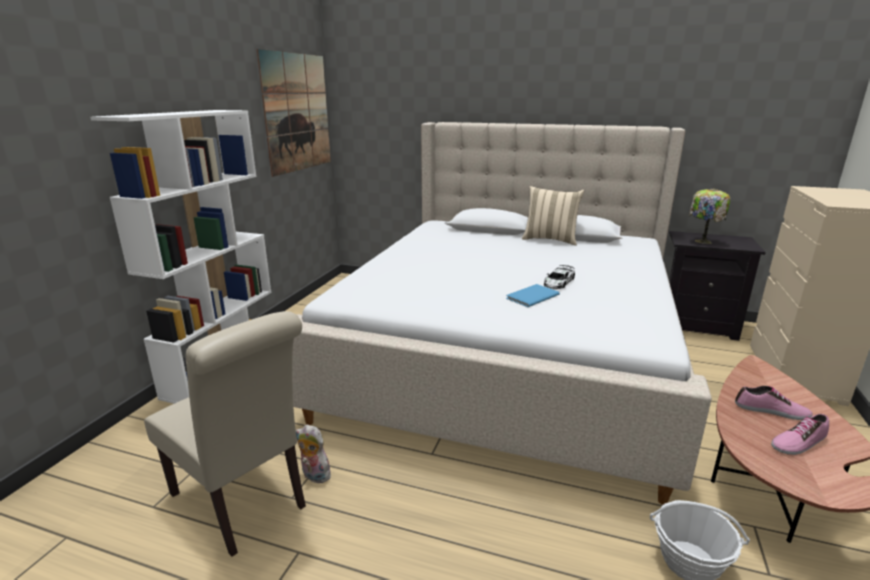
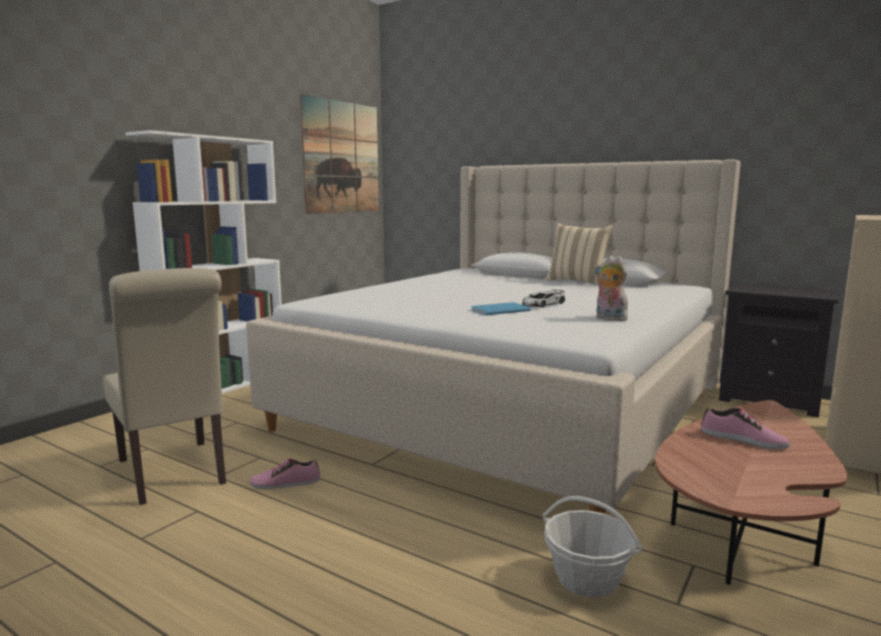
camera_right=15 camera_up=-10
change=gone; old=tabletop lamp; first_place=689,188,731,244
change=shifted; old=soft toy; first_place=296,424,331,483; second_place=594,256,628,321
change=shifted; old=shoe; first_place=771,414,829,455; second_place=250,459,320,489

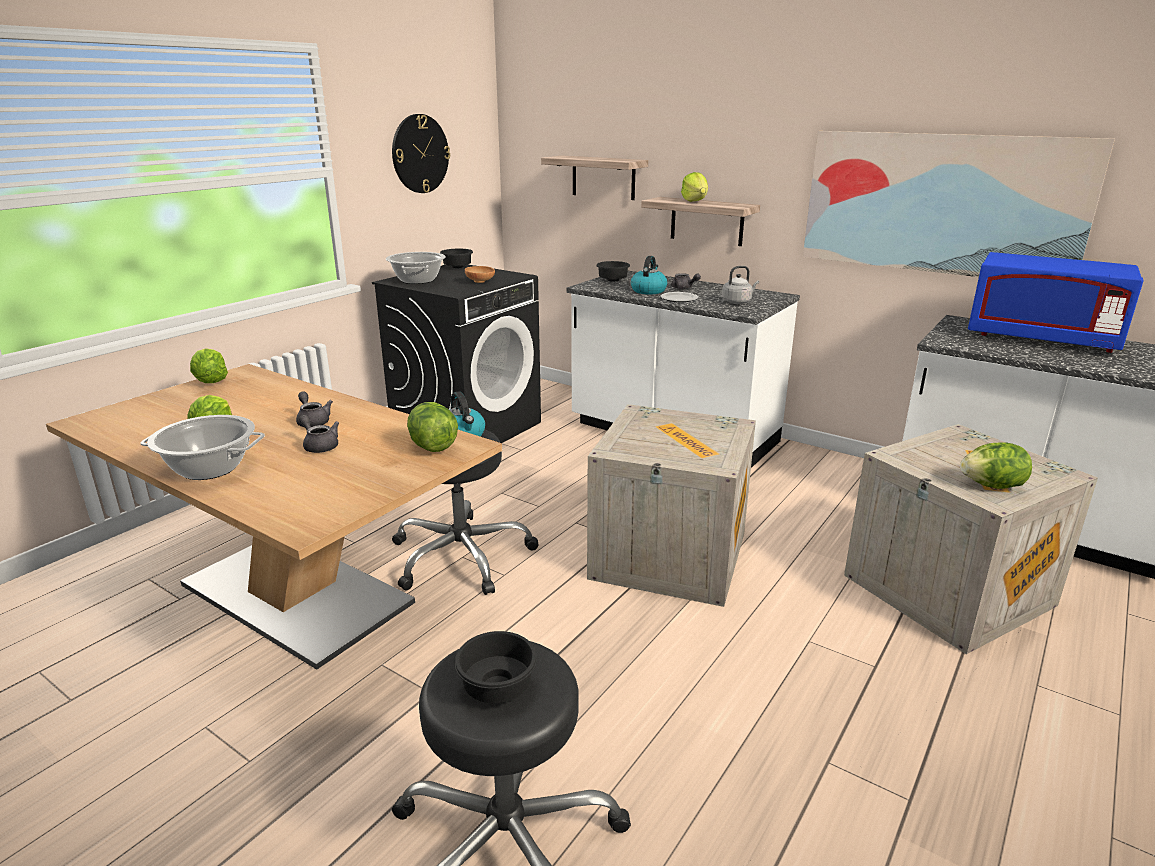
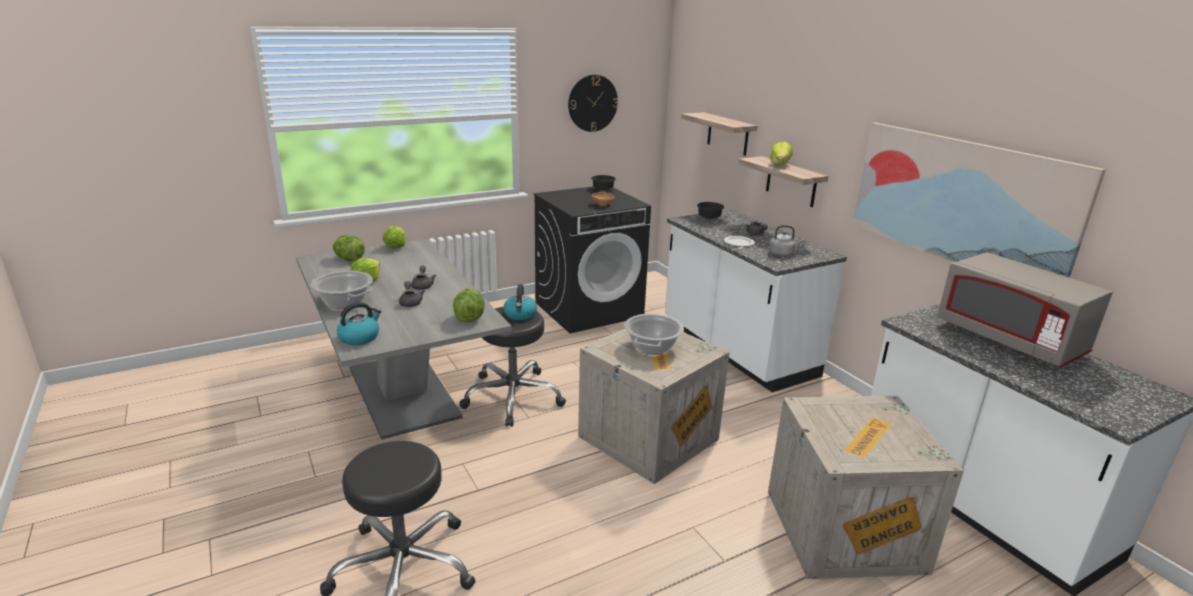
camera_right=25 camera_up=0
change=gone; old=black-coloured serving bowl; first_place=455,631,537,703
change=shifted; old=cooking pot; first_place=386,252,446,284; second_place=624,314,684,355
change=shifted; old=kettle; first_place=631,256,668,294; second_place=337,302,381,345
change=shifted; old=head of lettuce; first_place=960,442,1032,489; second_place=332,235,365,261
change=repainted; old=brownish dining table; new=greyish dining table; first_place=46,364,502,670; second_place=296,239,512,440
change=repainted; old=bluish microwave oven; new=greyish microwave oven; first_place=968,252,1144,353; second_place=937,252,1112,367

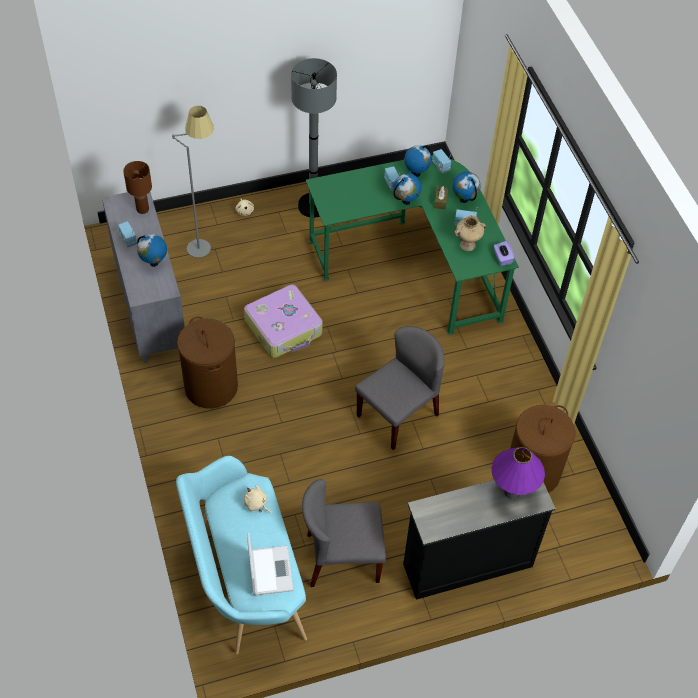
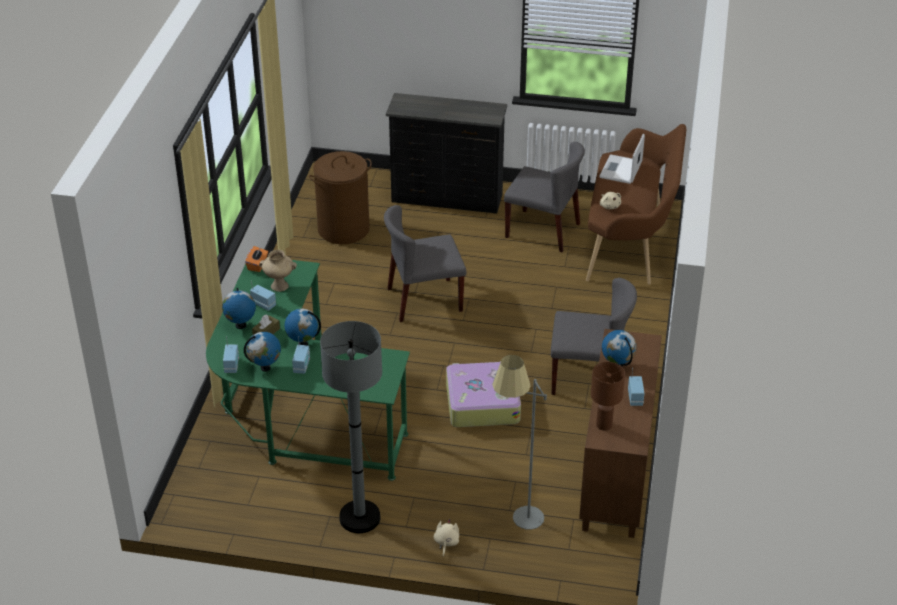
camera_right=-150 camera_up=-15
change=gone; old=purple-coloured tabletop lamp; first_place=491,447,545,500
change=swapped; old=brownish laundry basket; new=greyish chair; first_place=177,316,238,409; second_place=551,278,637,395
change=repainted; old=greyish cabinet; new=brownish cabinet; first_place=102,192,185,363; second_place=579,329,662,538
change=repainted; old=turquoise bench; new=brownish bench; first_place=176,456,307,655; second_place=586,124,686,284
change=repainted; old=purple-coloured box of tissues; new=orange box of tissues; first_place=494,241,515,266; second_place=245,246,268,272

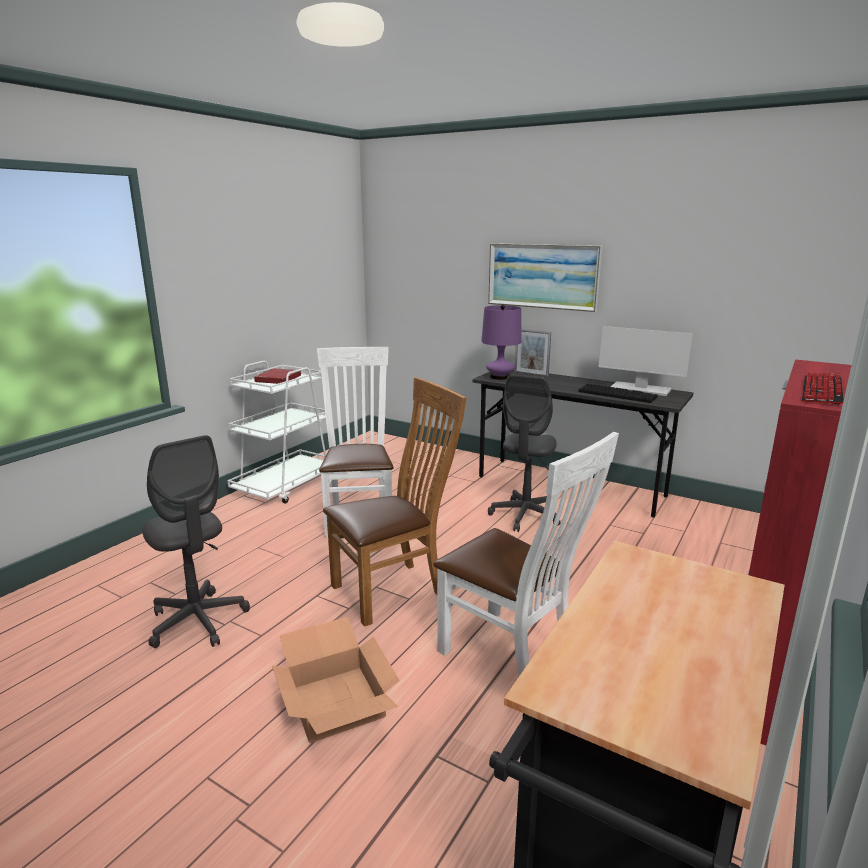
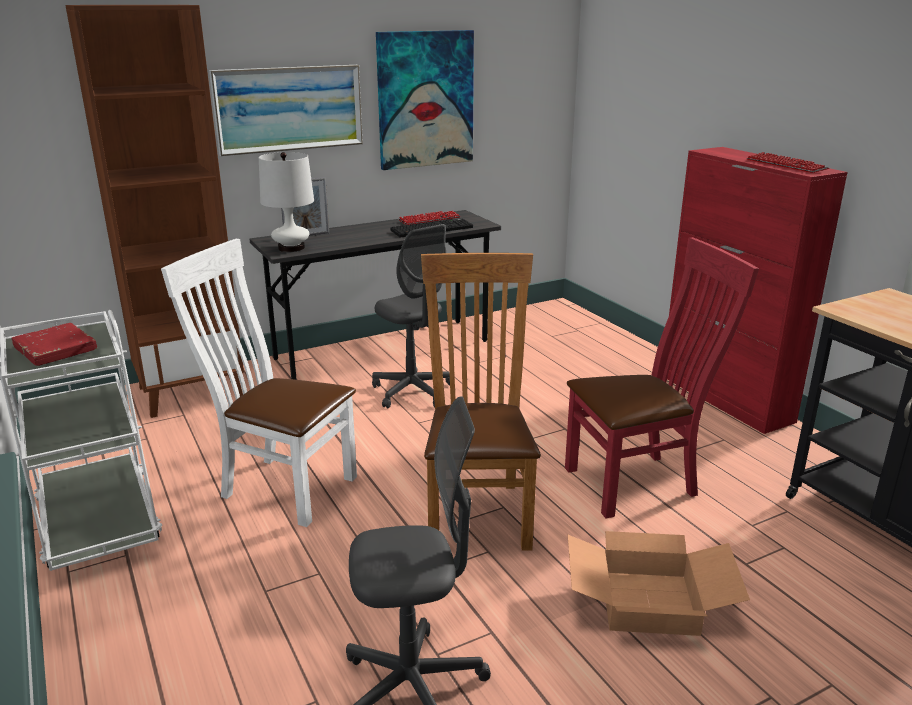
camera_right=-60 camera_up=5
change=new; new=brownish shelving unit; second_place=65,5,244,418
change=new; new=picture; second_place=376,30,474,170
change=swapped; old=computer display; new=computer keyboard; first_place=599,326,693,396; second_place=398,211,460,225
change=repainted; old=white chair; new=reddish chair; first_place=433,432,619,677; second_place=565,237,759,518
change=repainted; old=purple-coloured tabletop lamp; new=white tabletop lamp; first_place=481,305,522,380; second_place=259,152,314,252

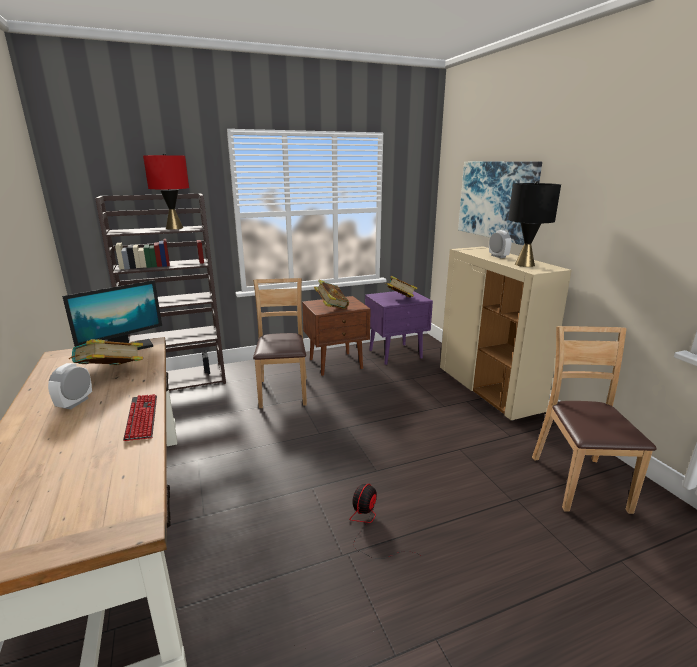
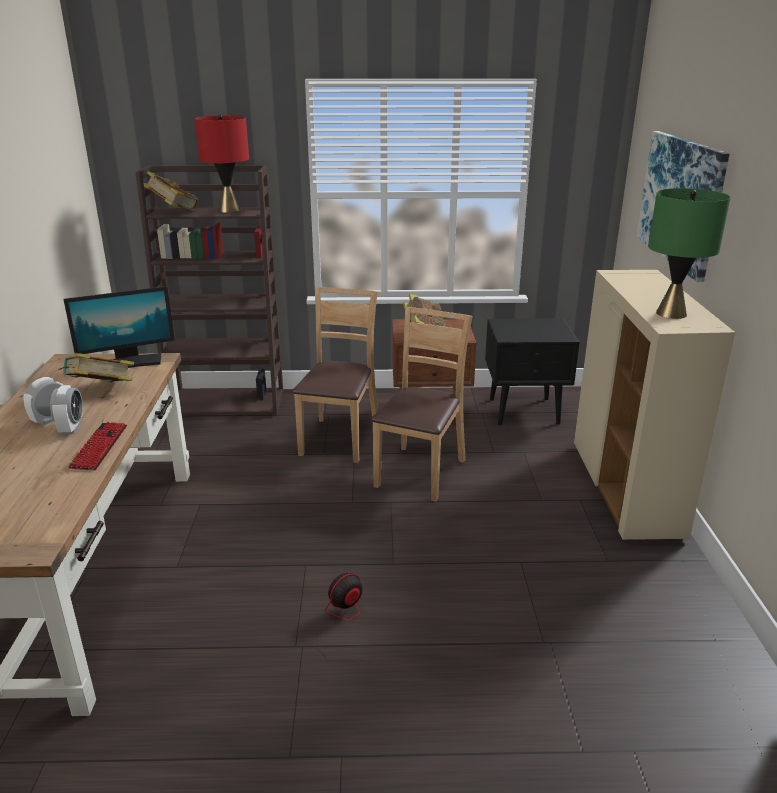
camera_right=20 camera_up=5
change=shifted; old=book; first_place=385,276,417,298; second_place=143,171,199,211
change=shifted; old=bedside clock; first_place=489,230,512,258; second_place=50,385,83,434
change=shifted; old=brownish chair; first_place=532,326,657,514; second_place=371,307,473,502
change=repainted; old=purple-coloured night table; new=black-coloured night table; first_place=365,291,433,365; second_place=485,318,580,425
change=repainted; old=black-coloured tabletop lamp; new=green-coloured tabletop lamp; first_place=508,181,561,267; second_place=648,188,731,319

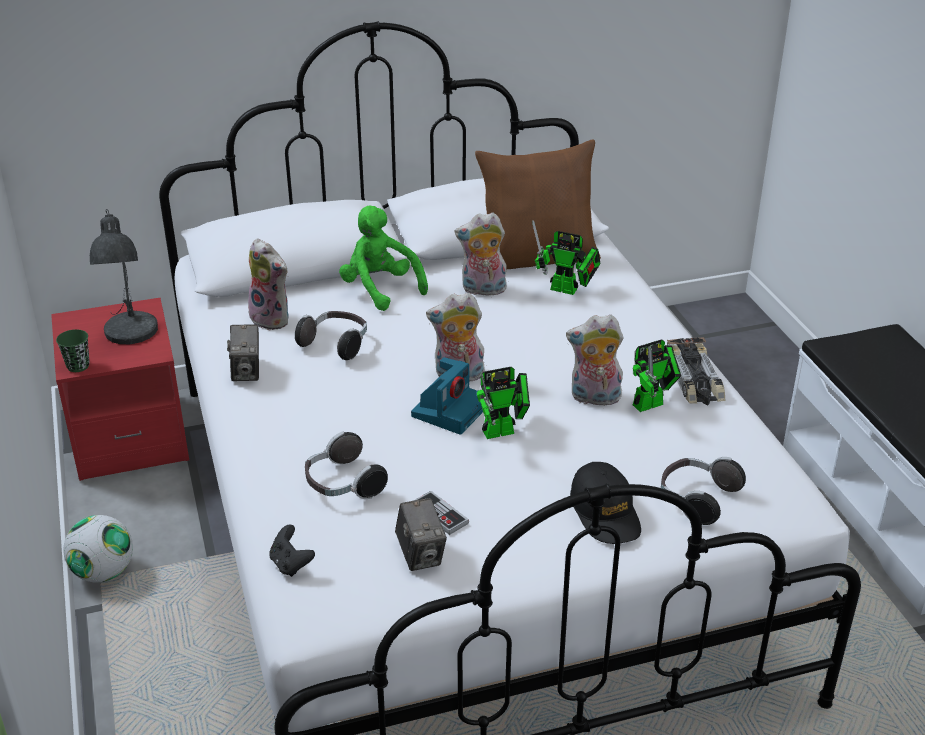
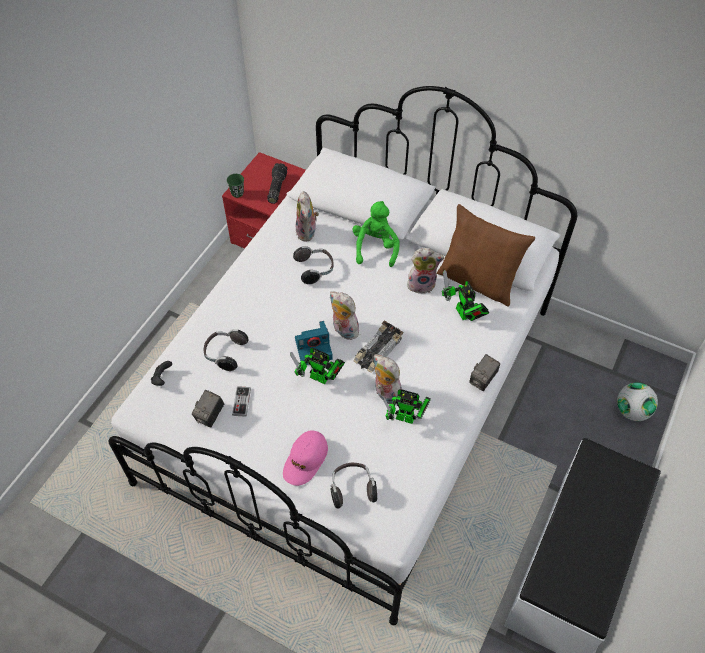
camera_right=45 camera_up=20
change=shifted; old=football ball; first_place=63,515,133,583; second_place=617,382,658,421
change=shifted; old=still camera; first_place=227,325,259,381; second_place=469,354,500,391
change=shifted; old=miniature car; first_place=667,337,726,405; second_place=353,320,403,373
change=swapped; old=greyish tabletop lamp; new=hand torch; first_place=90,209,158,344; second_place=267,163,287,204
change=repainted; old=black-coloured peaked cap; new=pink peaked cap; first_place=570,462,641,544; second_place=283,431,328,486
change=rotated; old=soft toy; first_place=455,213,507,296; second_place=407,248,444,294; degrees=135

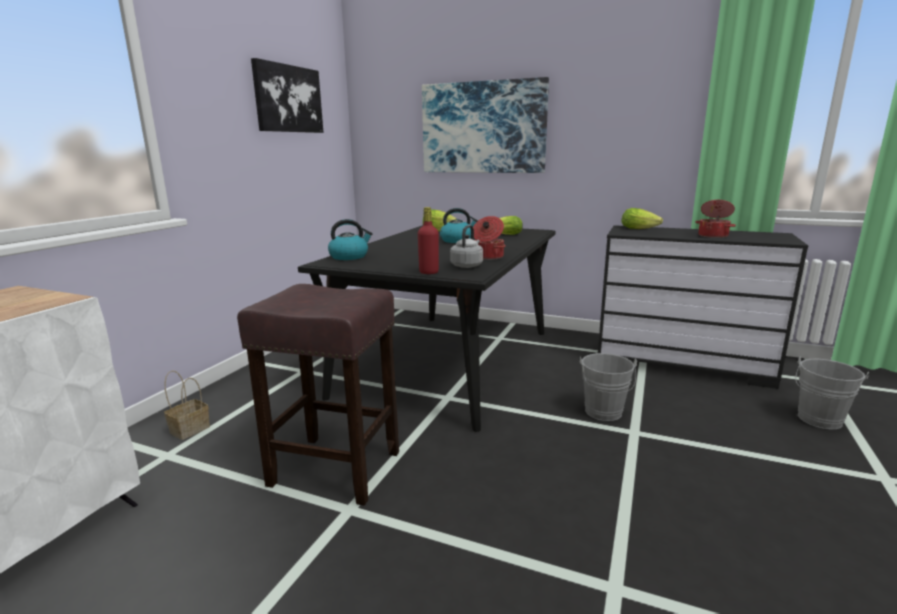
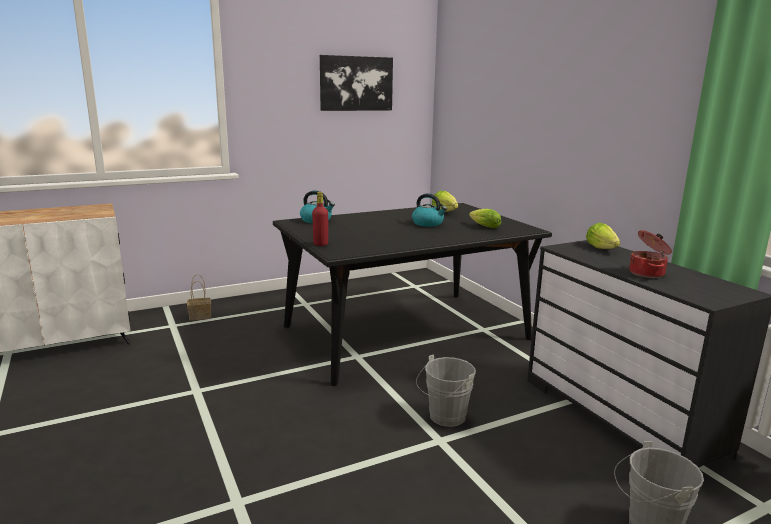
camera_right=40 camera_up=0
change=gone; old=brownish stool seat; first_place=237,284,399,506
change=gone; old=picture; first_place=422,77,549,173
change=gone; old=greyish kettle; first_place=450,225,483,268
change=gone; old=cooking pot; first_place=473,216,506,260

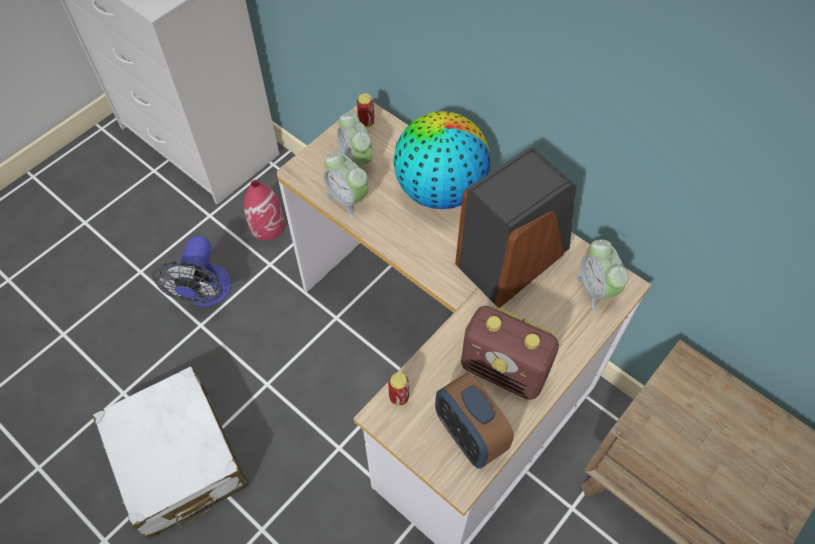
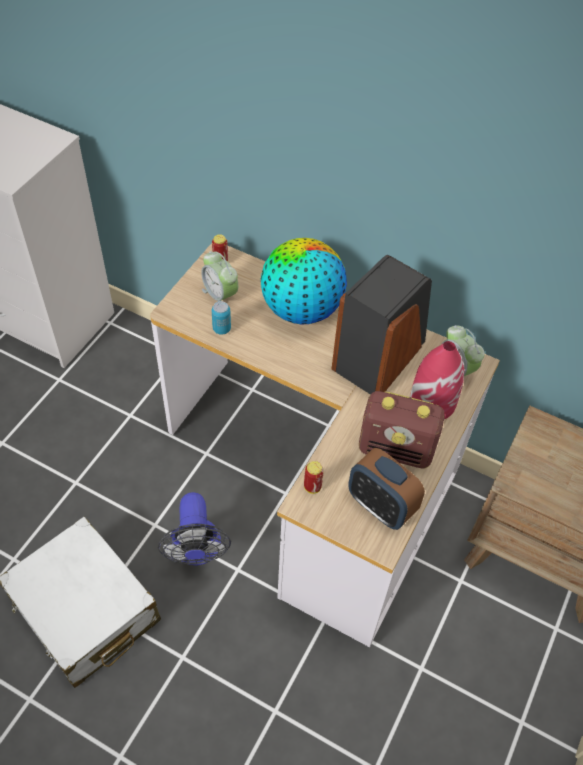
camera_right=-15 camera_up=-5
change=shifted; old=electric fan; first_place=153,235,231,307; second_place=158,492,231,566
change=shifted; old=reddish decorative vase; first_place=244,180,285,240; second_place=410,341,464,419
change=swapped; old=bedside clock; new=sealed can; first_place=324,152,369,218; second_place=212,301,231,335

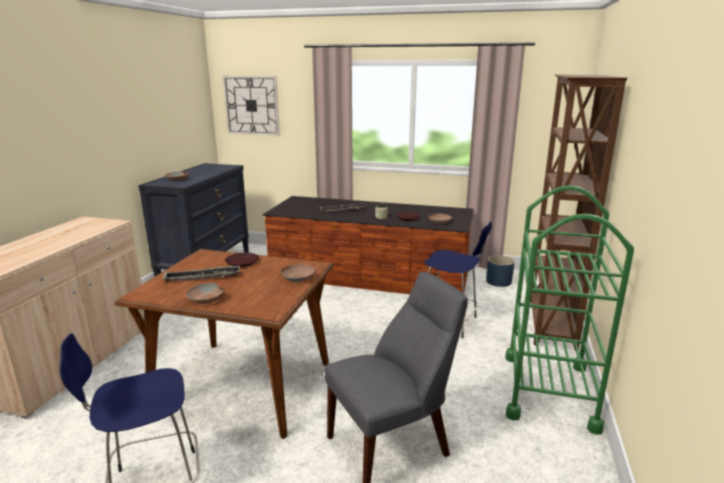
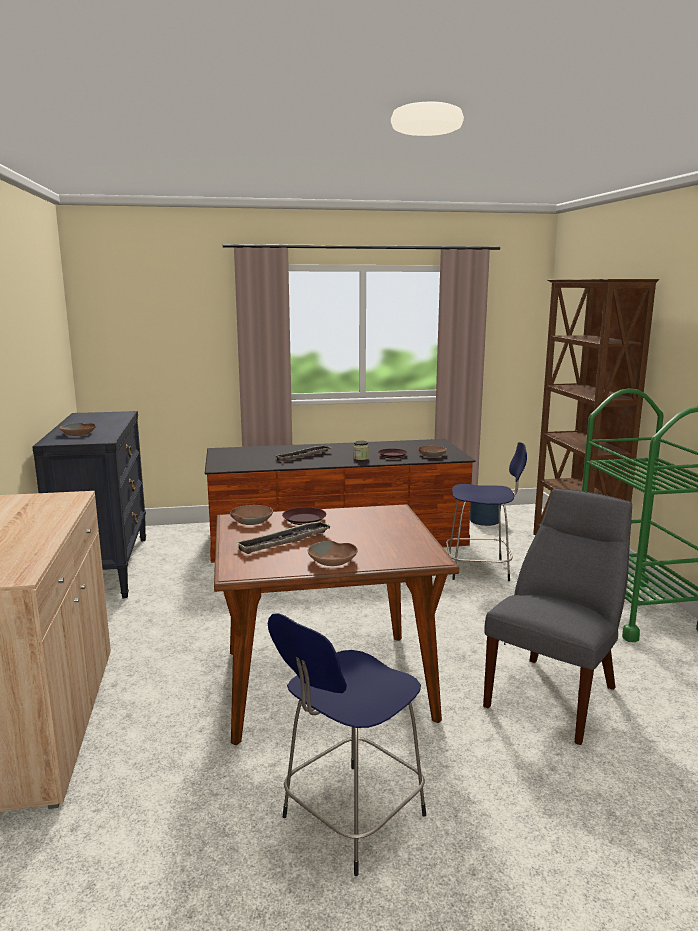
camera_right=-25 camera_up=-5
change=gone; old=clock on the wall; first_place=223,76,280,136
change=shifted; old=brownish serving bowl; first_place=281,264,315,282; second_place=230,505,273,525

